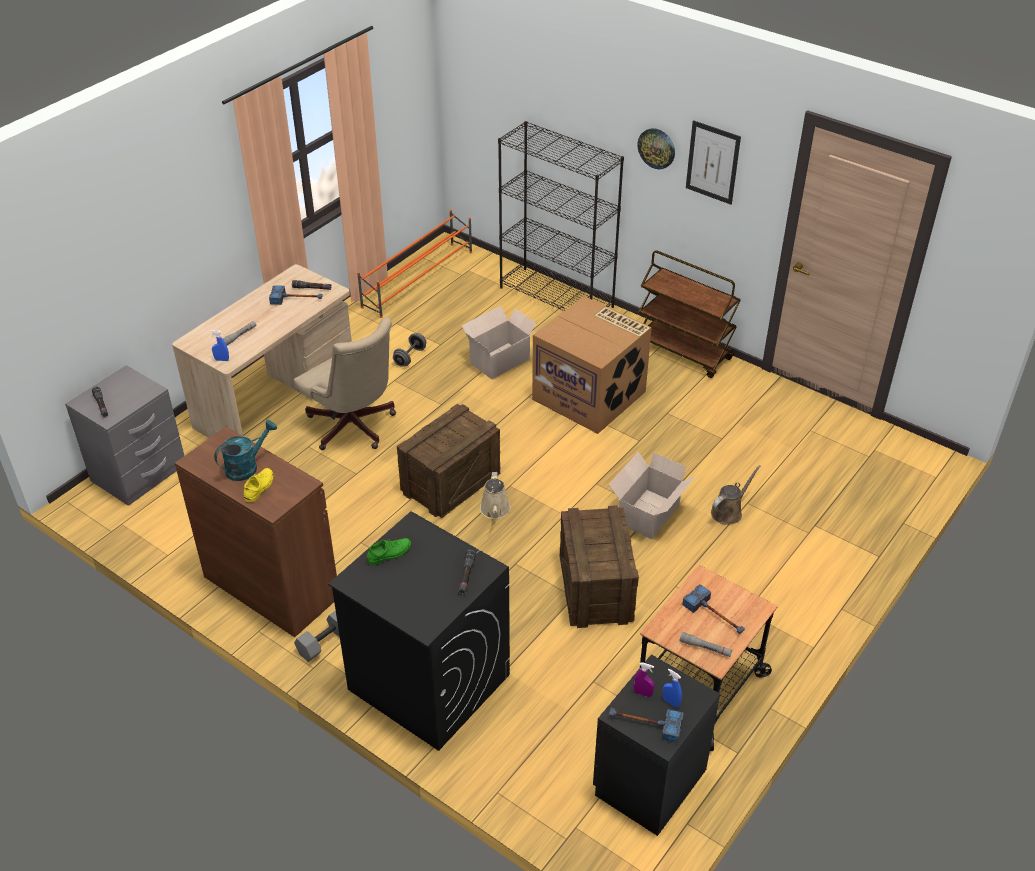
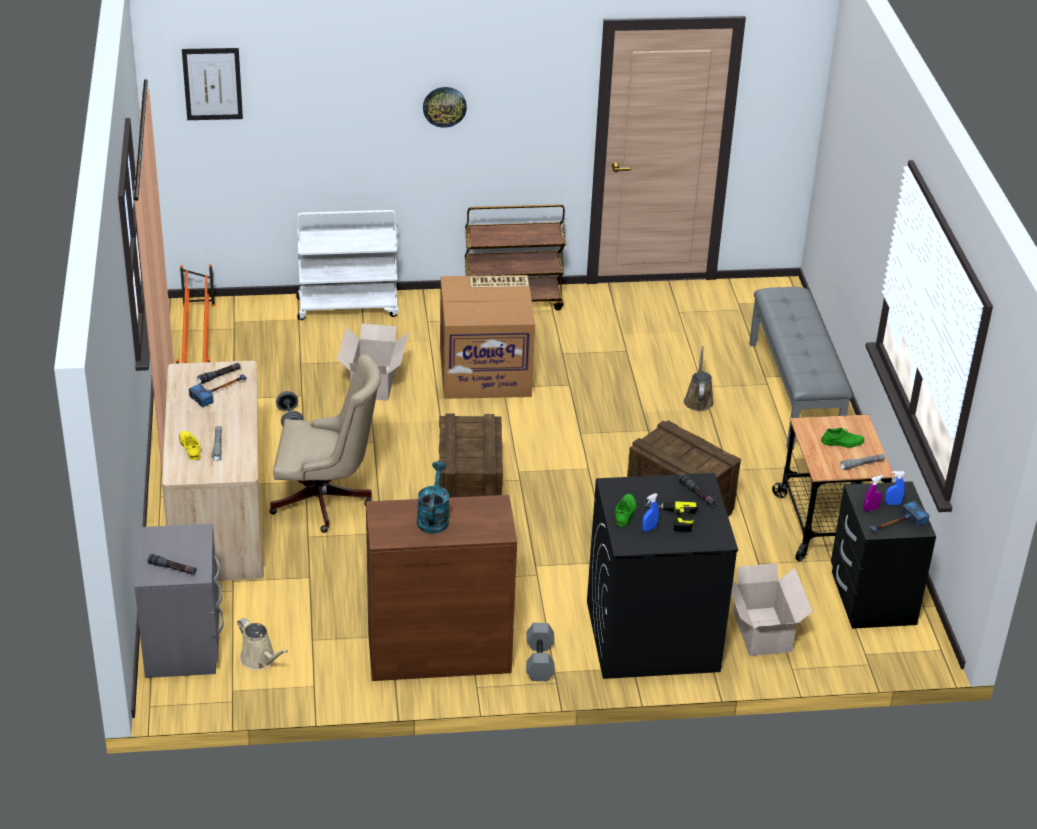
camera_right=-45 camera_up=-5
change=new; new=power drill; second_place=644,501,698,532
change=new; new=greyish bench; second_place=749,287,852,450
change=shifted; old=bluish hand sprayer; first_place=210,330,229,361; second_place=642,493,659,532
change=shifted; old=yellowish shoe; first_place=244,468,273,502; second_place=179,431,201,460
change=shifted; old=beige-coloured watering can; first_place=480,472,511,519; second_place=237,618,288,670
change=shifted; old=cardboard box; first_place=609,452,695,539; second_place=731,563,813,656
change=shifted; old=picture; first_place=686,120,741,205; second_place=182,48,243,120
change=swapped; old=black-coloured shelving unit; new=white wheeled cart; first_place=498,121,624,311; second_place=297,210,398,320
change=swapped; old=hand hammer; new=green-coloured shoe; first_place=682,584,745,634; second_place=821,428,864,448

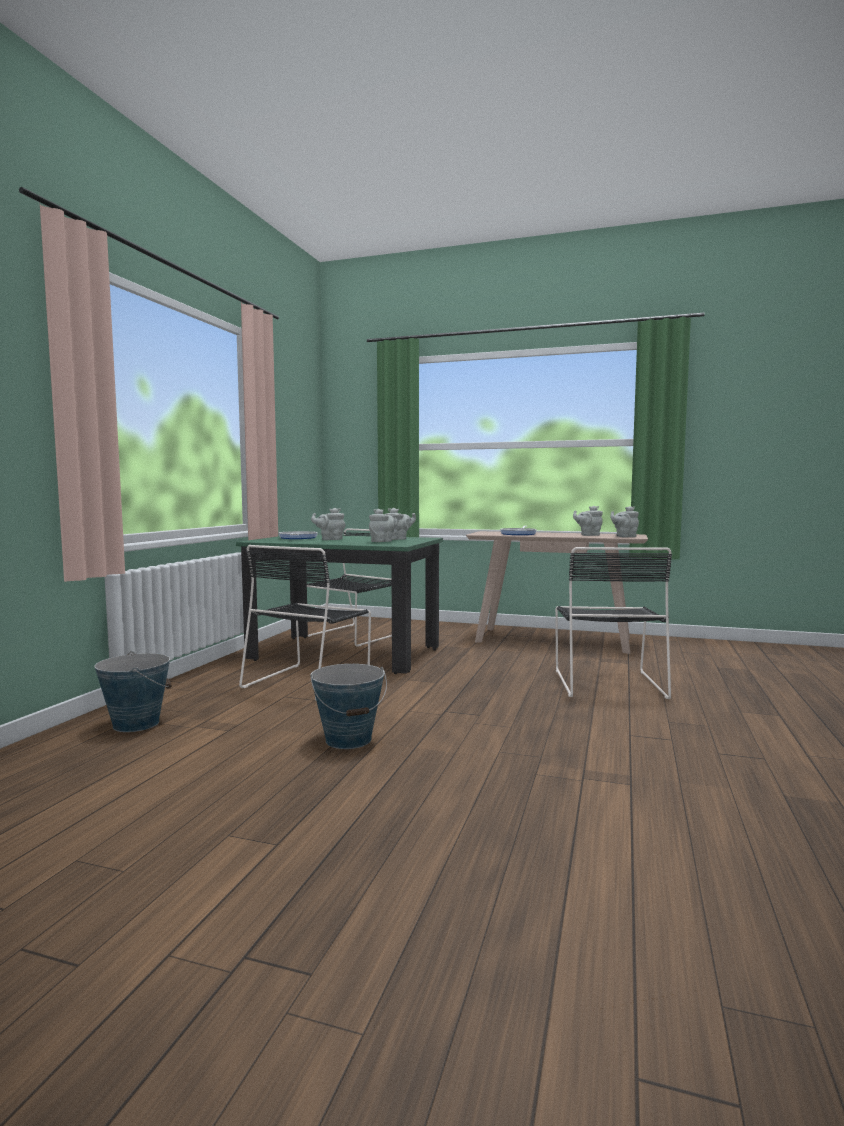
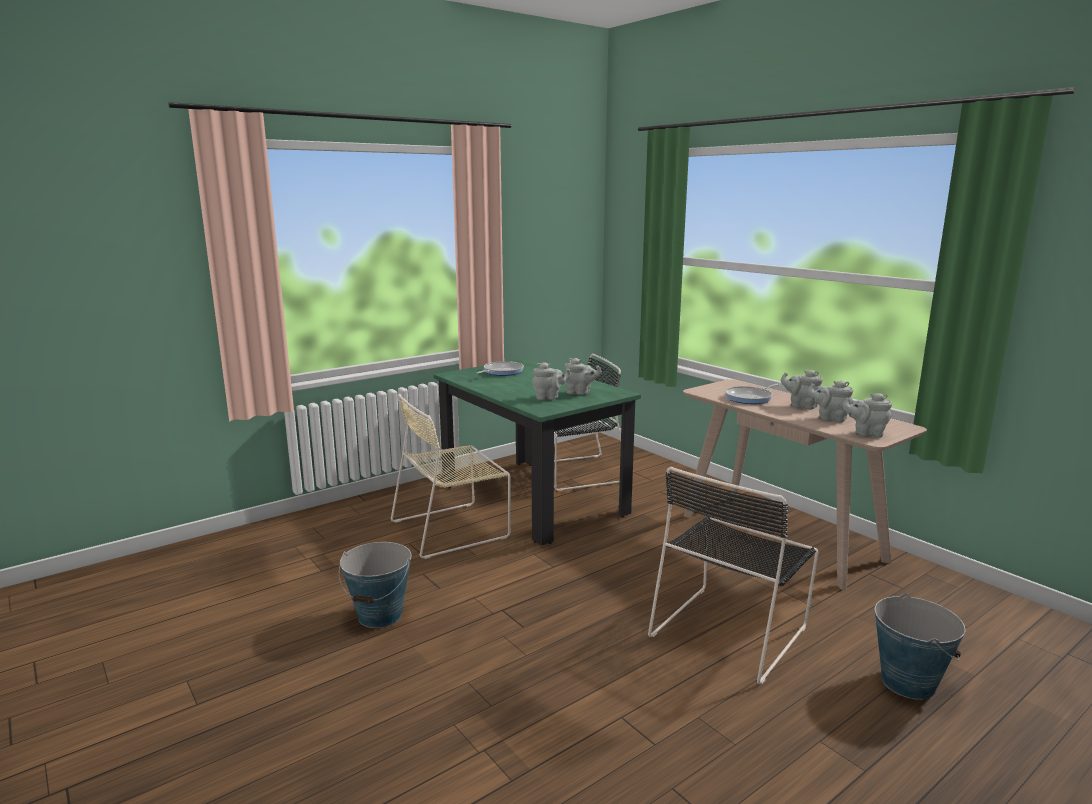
camera_right=35 camera_up=10
change=shifted; old=bucket; first_place=94,651,172,732; second_place=875,593,966,700
change=shifted; old=greyish tea pot; first_place=311,508,346,540; second_place=781,370,823,410
change=repainted; old=black-coloured chair; new=beige-coloured chair; first_place=239,545,371,700; second_place=391,394,511,559

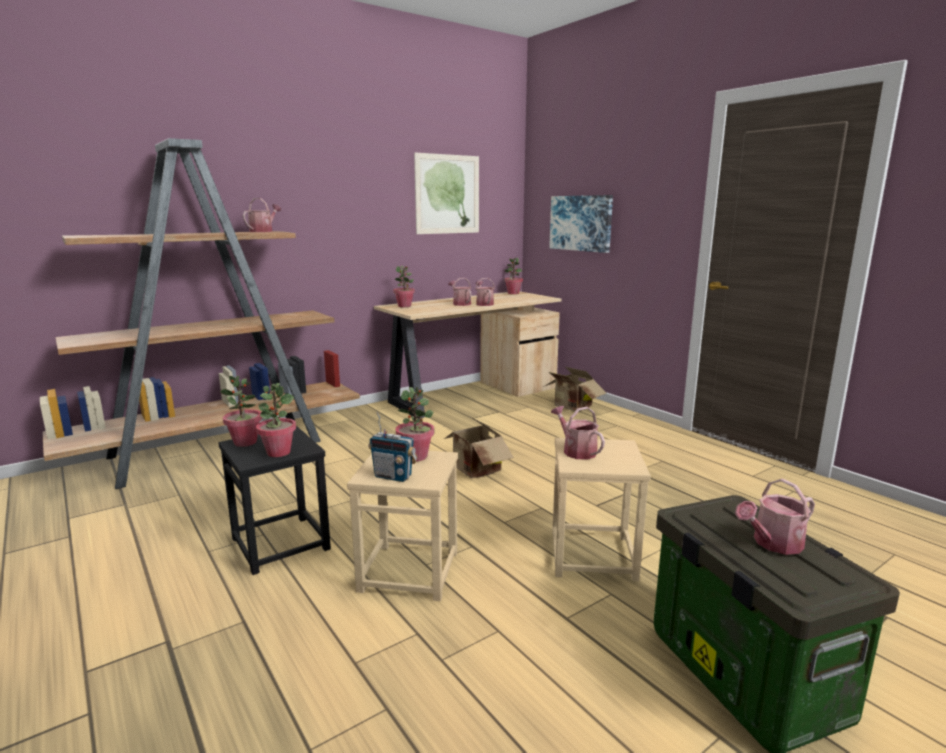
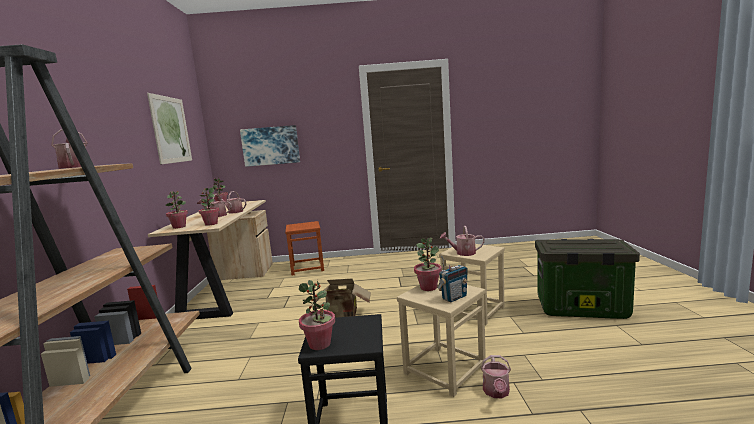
camera_right=-55 camera_up=-5
change=shifted; old=houseplant; first_place=256,383,296,457; second_place=199,188,220,226
change=shifted; old=watering can; first_place=735,478,815,555; second_place=481,355,511,398
change=swapped; old=cardboard box; new=brownish stool seat; first_place=543,367,606,411; second_place=285,221,324,275

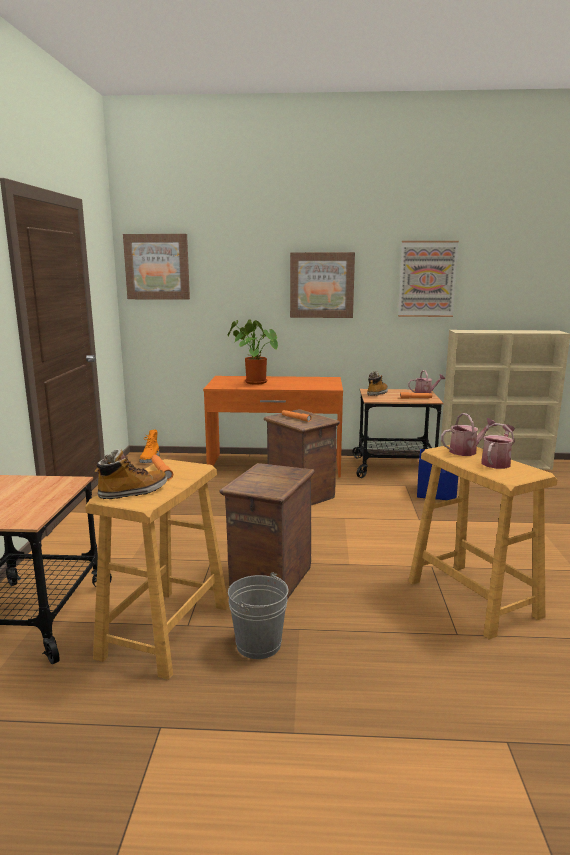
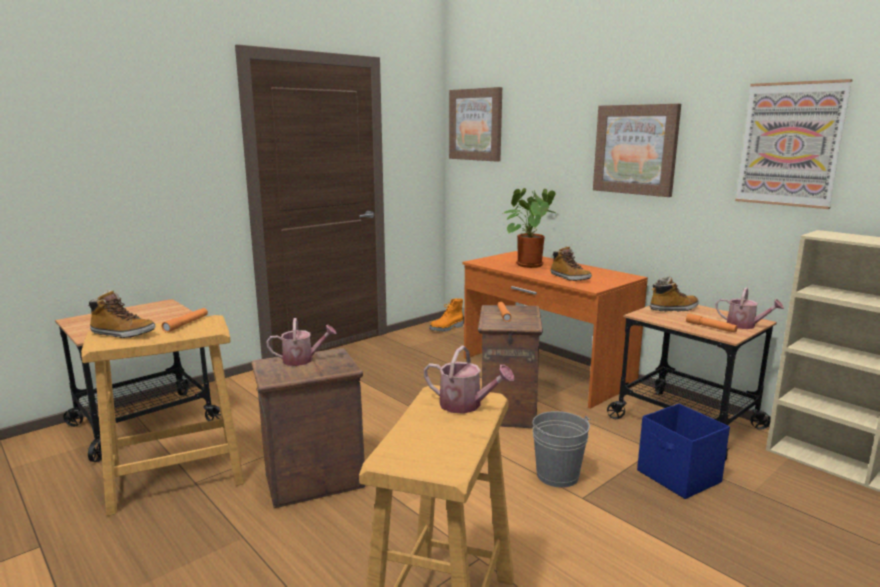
camera_right=45 camera_up=0
change=new; new=high-top boot; second_place=551,246,592,281
change=shifted; old=greyish bucket; first_place=228,572,288,659; second_place=533,411,591,488
change=shifted; old=watering can; first_place=481,423,515,469; second_place=266,318,337,366

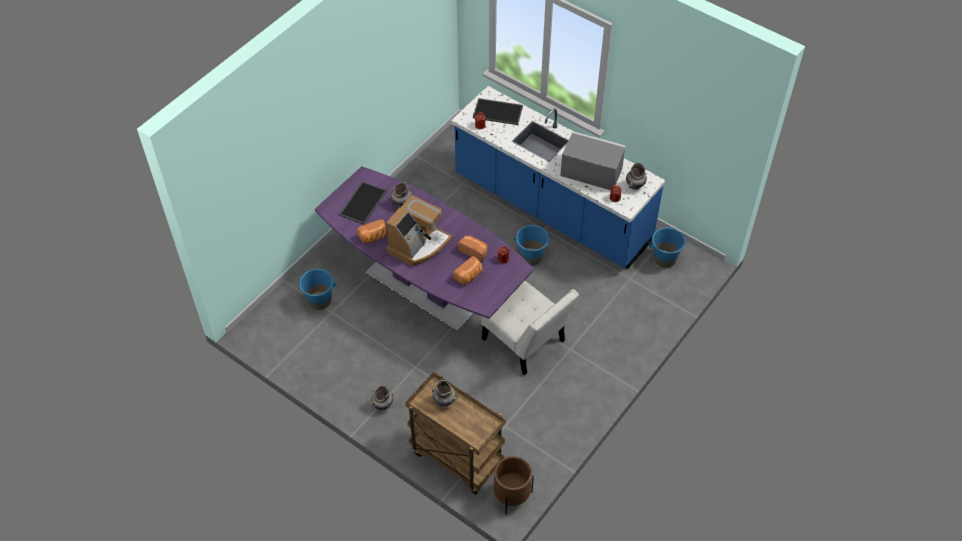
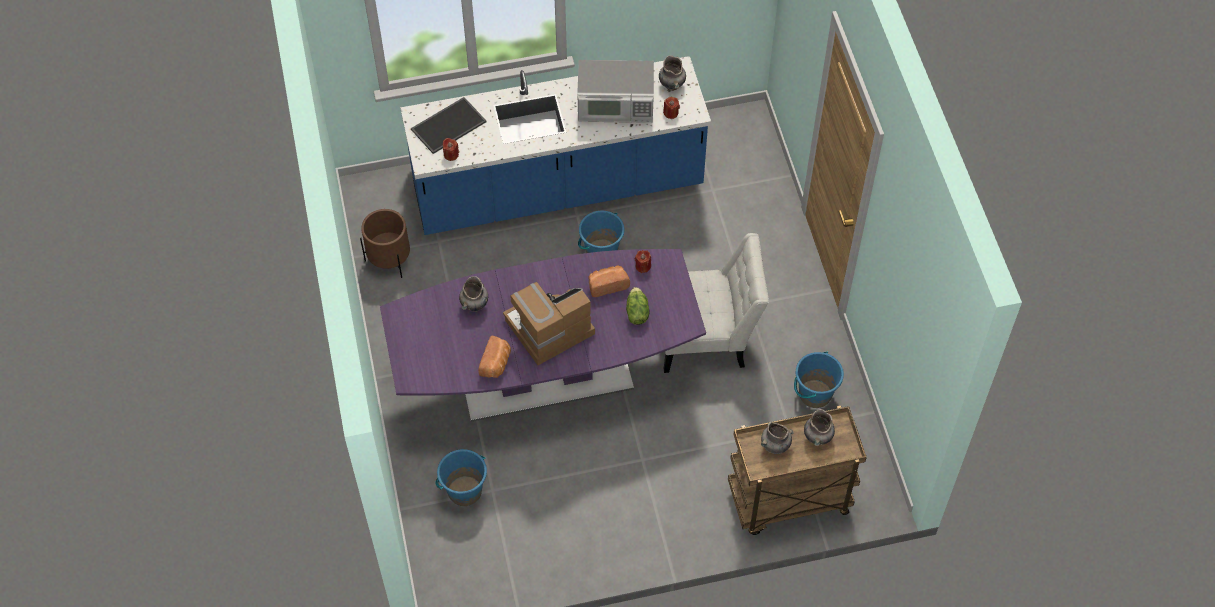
camera_right=-50 camera_up=5
change=gone; old=tray; first_place=339,181,387,224
change=shifted; old=greyish decorative vase; first_place=370,385,393,410; second_place=804,409,835,446
change=shifted; old=brownish planter; first_place=494,456,534,514; second_place=360,209,410,278
change=shifted; old=bluish bucket; first_place=649,227,686,268; second_place=794,352,844,408
change=swapped; old=bread; new=head of lettuce; first_place=453,256,483,284; second_place=626,287,649,325
change=rotated; old=coffee maker; first_place=386,195,453,266; second_place=503,282,595,365; degrees=-105
change=rotated; old=microwave oven; first_place=560,132,626,190; second_place=577,60,654,123; degrees=-150

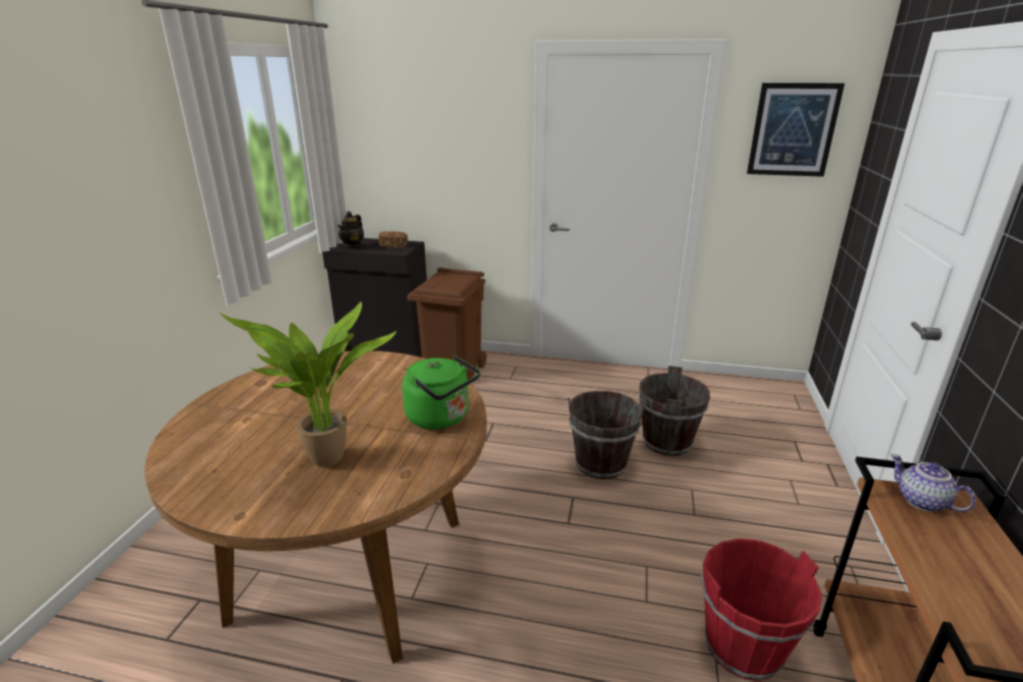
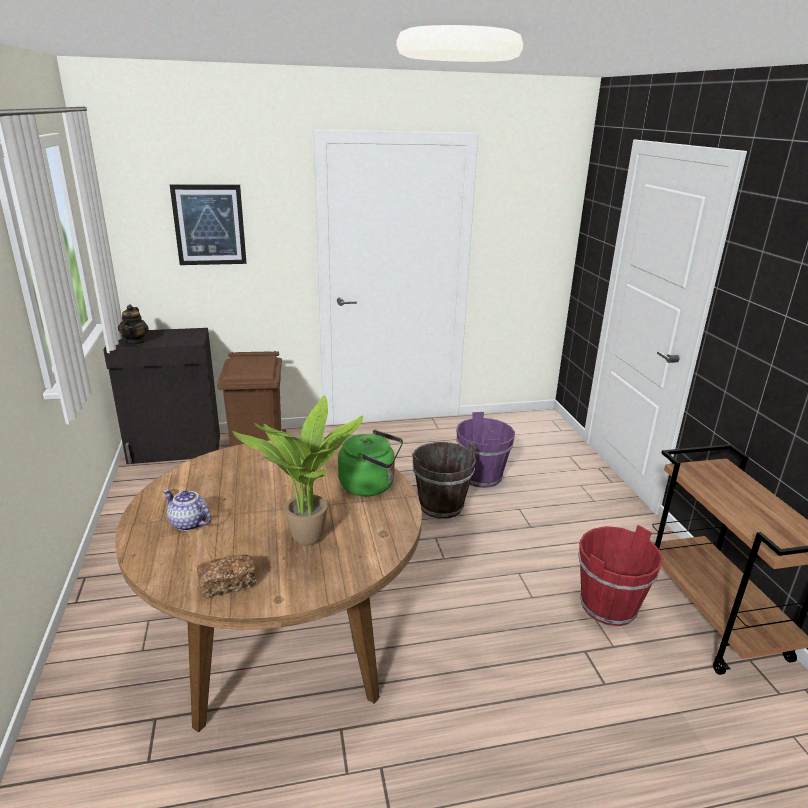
camera_right=-25 camera_up=0
change=shifted; old=bread; first_place=378,231,408,248; second_place=197,554,256,598
change=shifted; old=picture; first_place=747,83,845,177; second_place=170,184,246,265
change=shifted; old=tea pot; first_place=891,454,976,512; second_place=163,489,211,531
change=repainted; old=brownish bucket; new=purple-coloured bucket; first_place=638,366,710,456; second_place=456,412,515,488

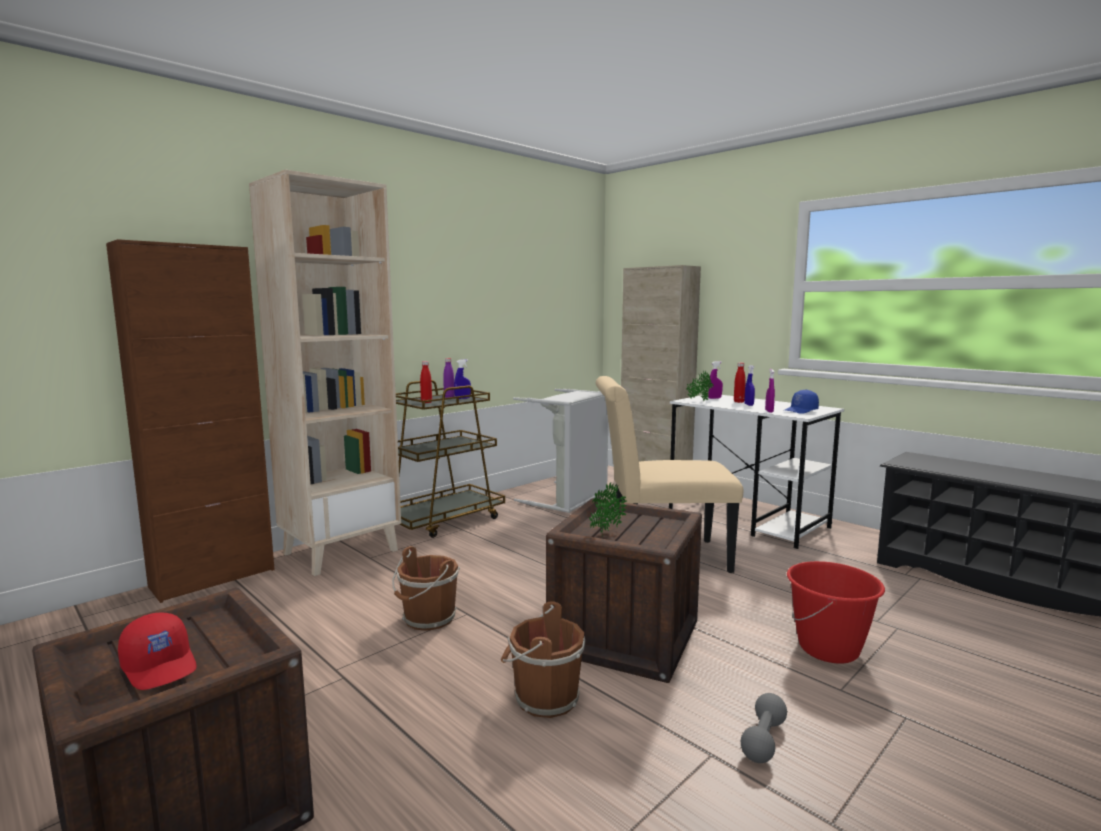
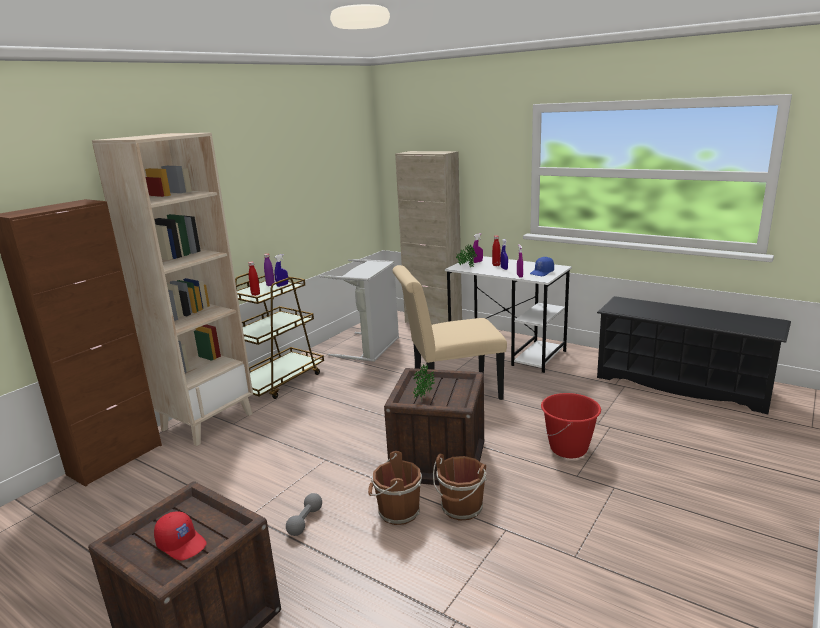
camera_right=-10 camera_up=10
change=shifted; old=brownish bucket; first_place=392,546,460,631; second_place=433,454,487,521
change=shifted; old=greyish free weight; first_place=741,693,787,763; second_place=286,493,322,536

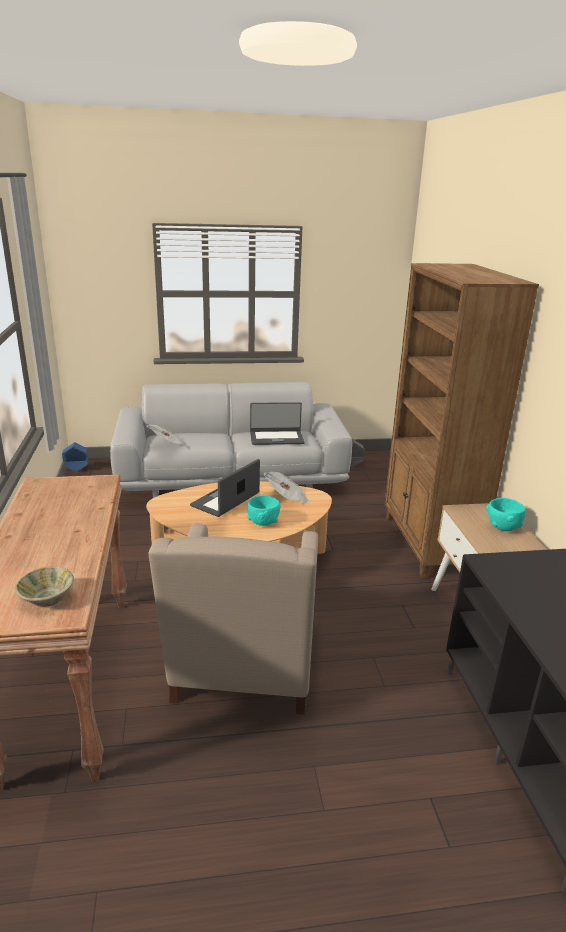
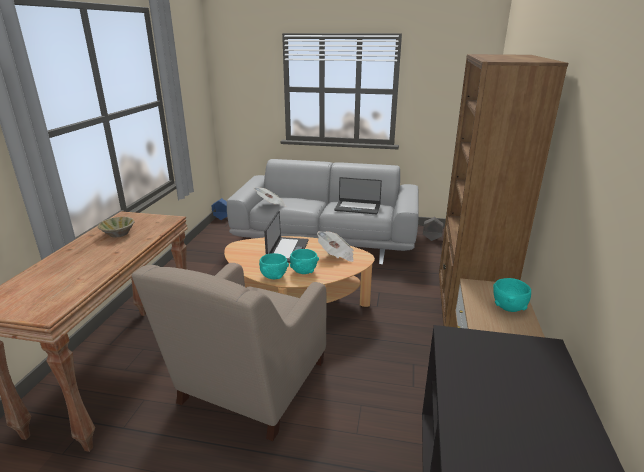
camera_right=20 camera_up=0
change=new; new=turquoise serving bowl; second_place=259,253,289,279
change=shifted; old=beige-coloured serving bowl; first_place=15,567,74,607; second_place=98,217,135,237
change=rotated; old=notebook computer; first_place=190,459,260,517; second_place=264,211,309,263; degrees=135

